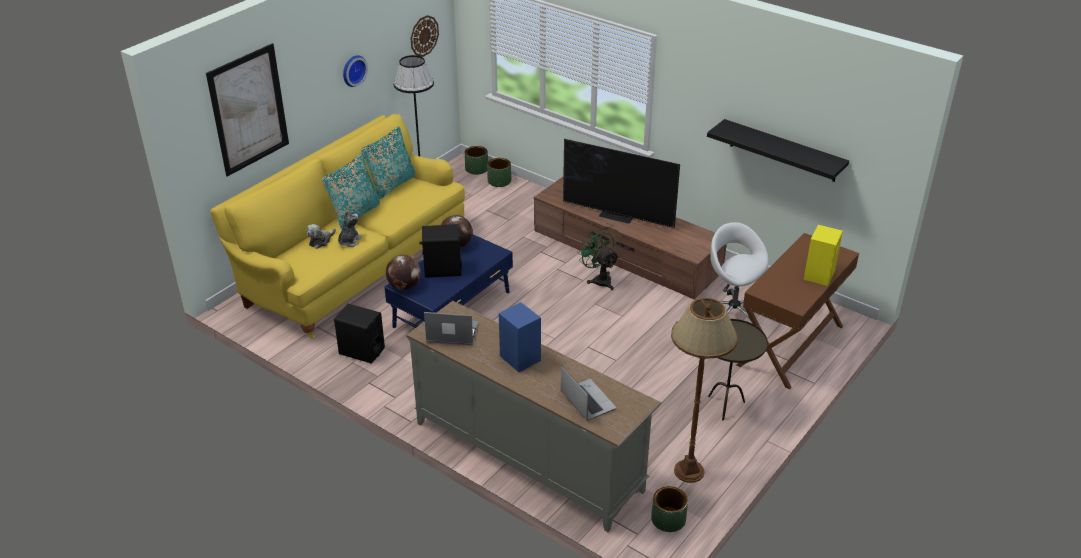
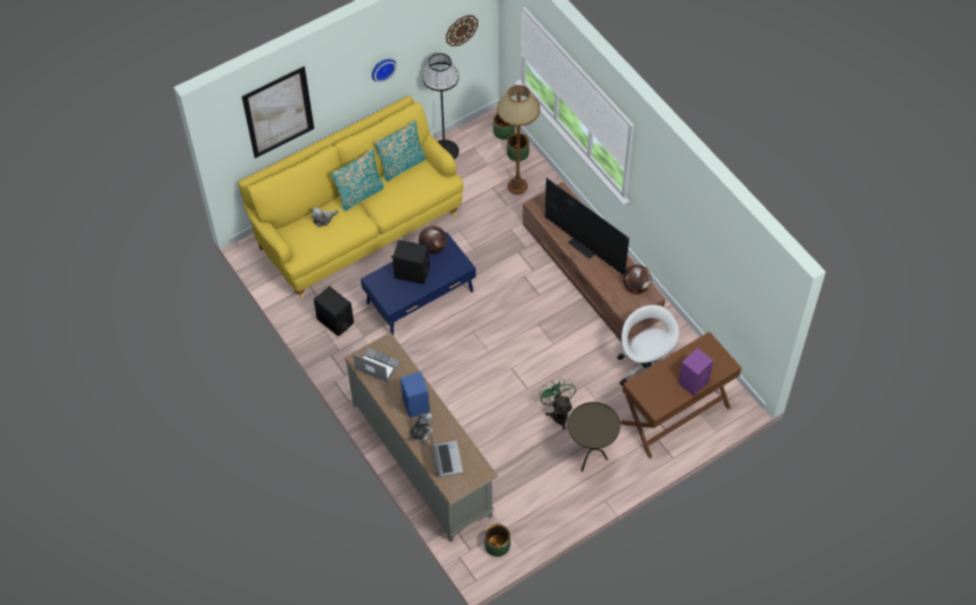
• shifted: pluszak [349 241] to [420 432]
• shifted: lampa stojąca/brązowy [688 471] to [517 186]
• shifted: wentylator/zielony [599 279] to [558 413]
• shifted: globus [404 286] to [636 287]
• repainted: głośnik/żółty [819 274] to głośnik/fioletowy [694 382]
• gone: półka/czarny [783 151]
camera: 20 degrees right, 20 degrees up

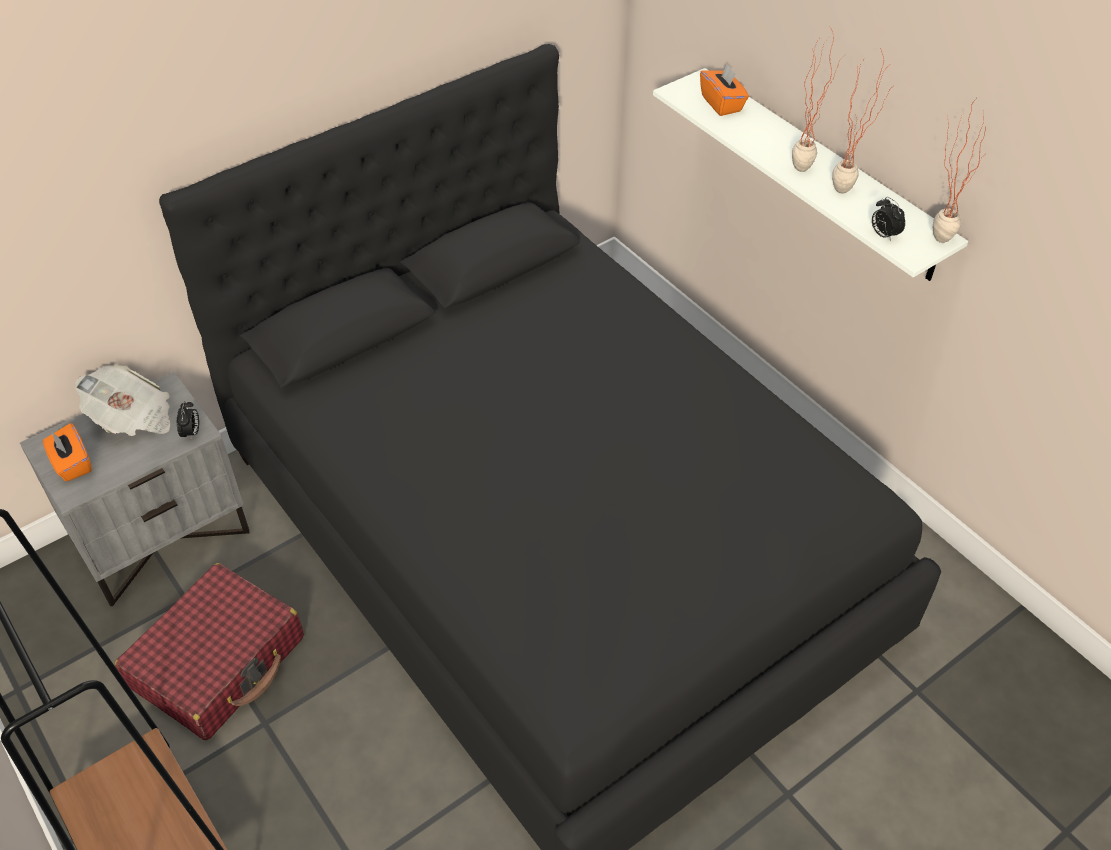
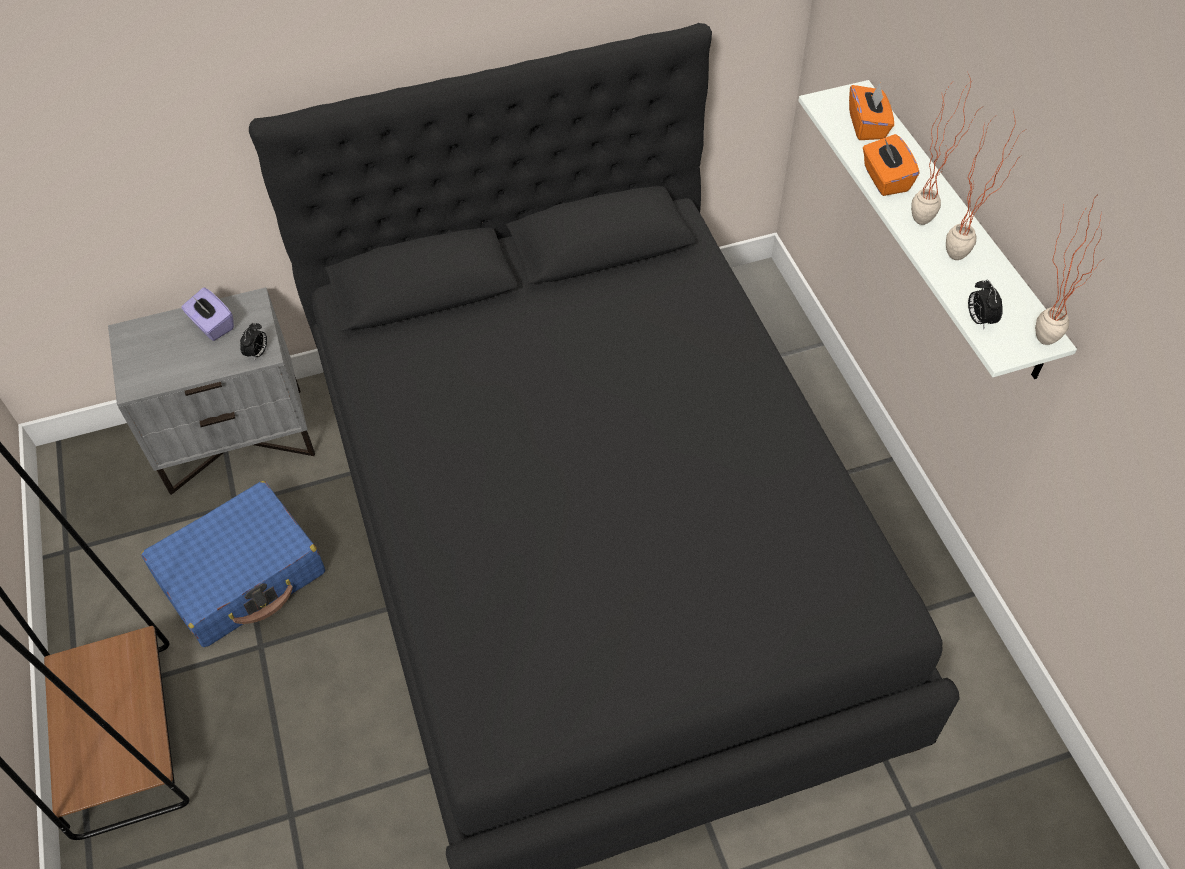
• repainted: walizka/czerwony [219 662] to walizka/niebieski [242 575]
• swapped: gazeta [132 418] to pudełko chusteczek/fioletowy [212 325]
• shifted: pudełko chusteczek/pomarańczowy [72 464] to [885 179]
camera: 20 degrees right, 5 degrees up

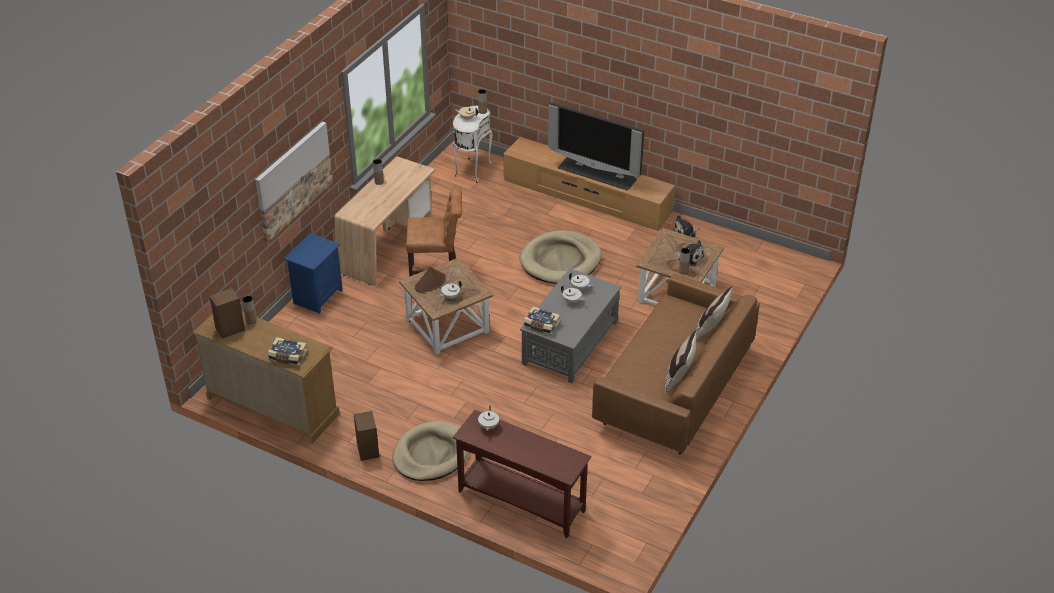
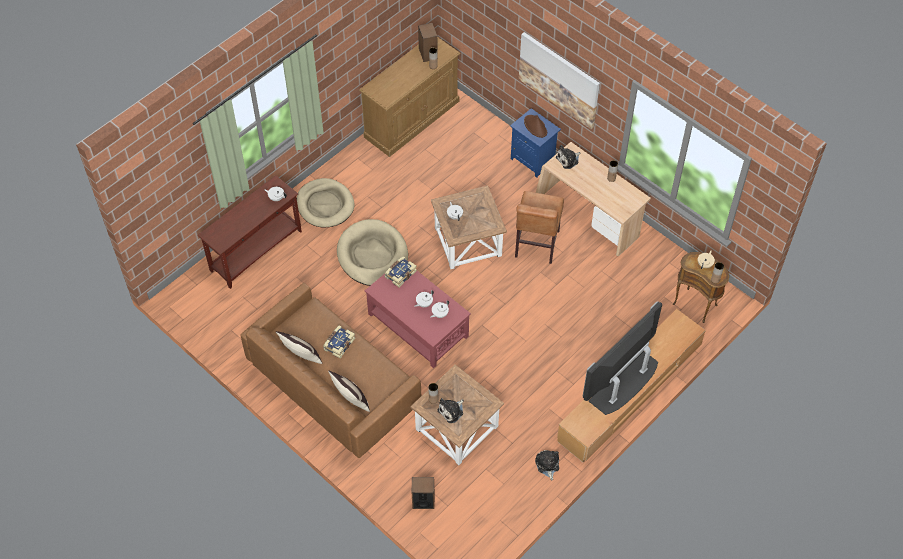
• shifted: książka [287 357] to [338 344]
• shifted: legowisko/beżowy [560 261] to [373 255]
• repainted: ława/szary [570 343] to ława/czerwony [418 324]
• shifted: głośnik [367 450] to [423 501]
• shifted: kapelusz/brązowy [430 283] to [535 126]
• new: pluszak [568 160]
• repainted: stolik/biały [472 170] to stolik/brązowy [696 304]
camera: 105 degrees right, 15 degrees up

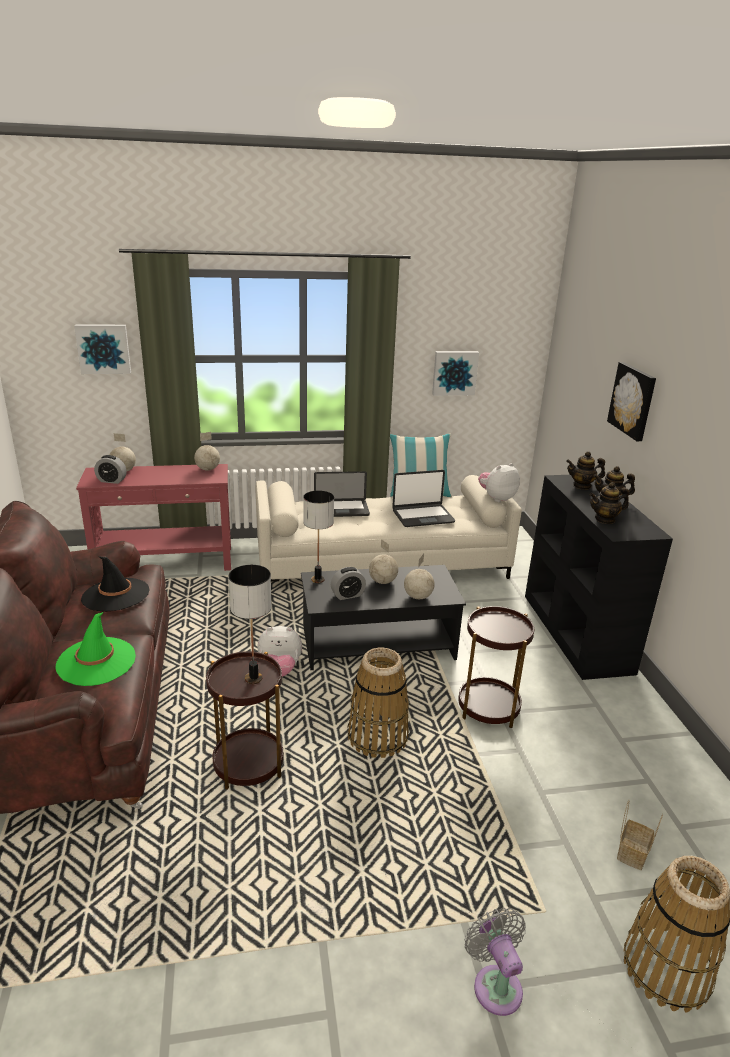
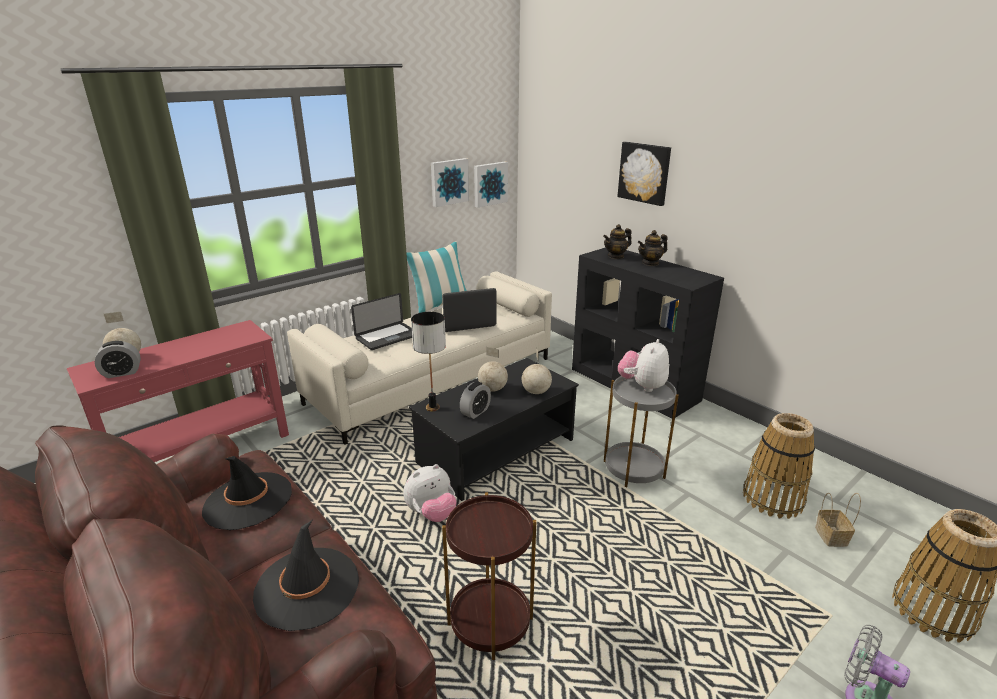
• repainted: kapelusz/zielony [96 661] to kapelusz/czarny [307 588]
• rotated: laptop [422 516] = [466 323] 150 degrees counterclockwise
• shifted: obraz [103 348] to [489 184]
• repainted: stolik/brązowy [488 707] to stolik/szary [634 469]
• shifted: pluszak [496 498] to [642 386]
• shifted: koszyk [378 737] to [773 499]
• gone: globus [207 469]
• gone: lampa stołowa [253 679]
• gone: imbryk [605 519]
camera: 30 degrees left, 0 degrees up

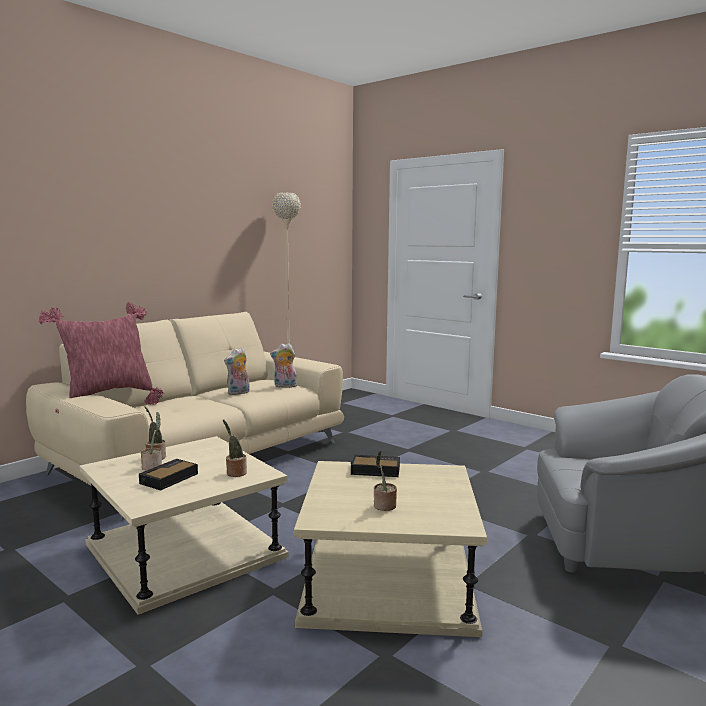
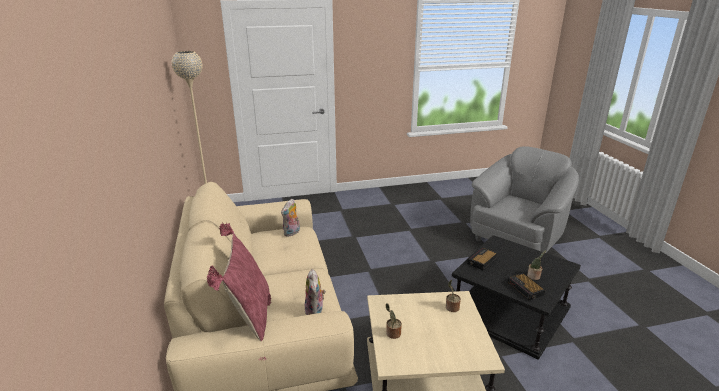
• shifted: pluszak [238 393] to [315 311]
• repainted: stolik/beżowy [388 581] to stolik/czarny [509 312]
• shifted: budzik [168 479] to [525 289]
• gone: roślina doniczkowa [153 466]
camera: 55 degrees left, 15 degrees up

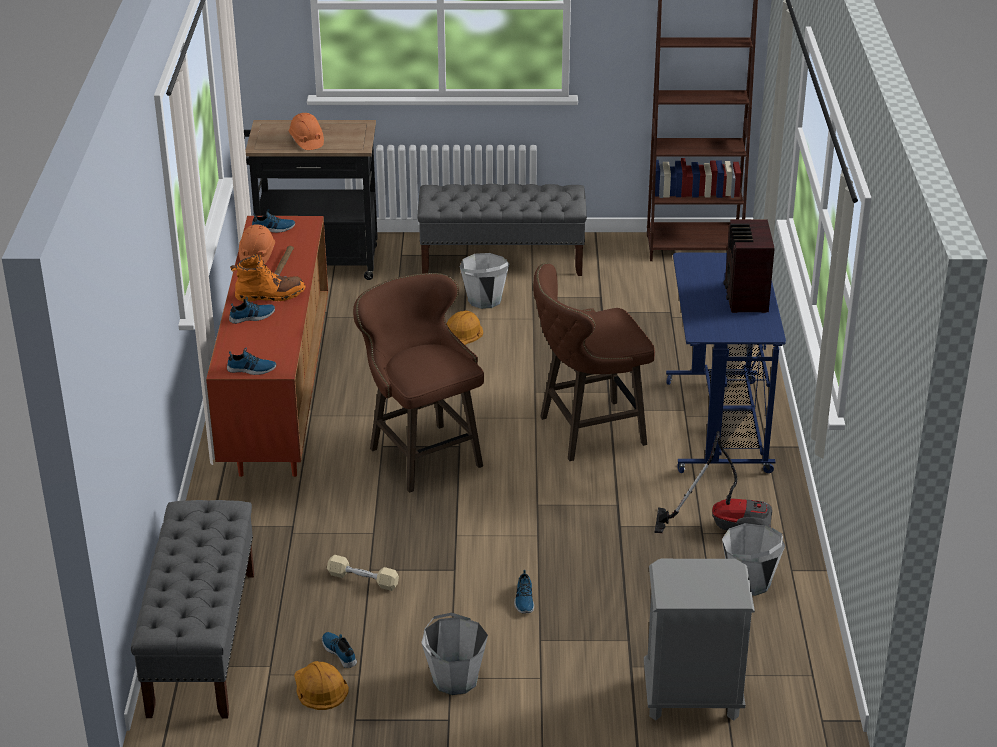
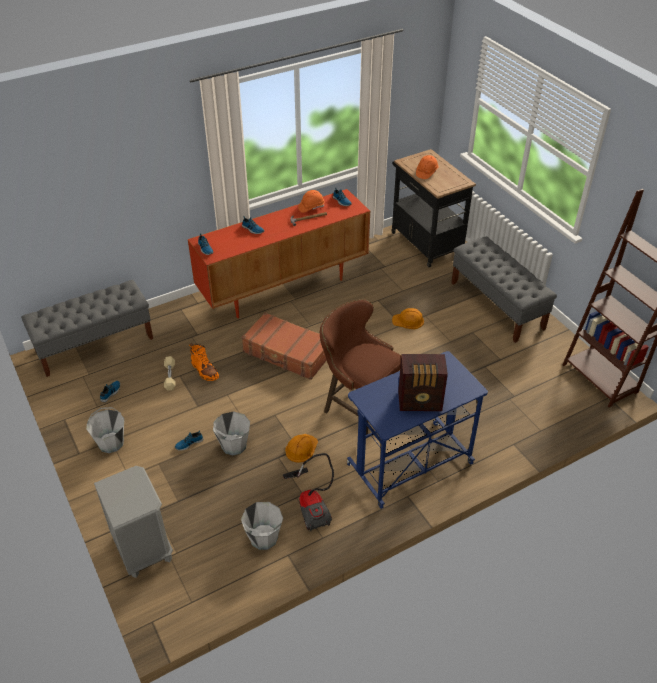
• shifted: but z cholewką/pomarańczowy [270 295] to [204 370]
• shifted: wiadro/szary [484 300] to [233 445]
• swapped: stołek/brązowy [423 454] to walizka/brązowy [287 353]
• shifted: kask/pomarańczowy [319 687] to [301 448]
• rotated: radio [745 298] = [421 402] 150 degrees counterclockwise
camera: 60 degrees right, 10 degrees up

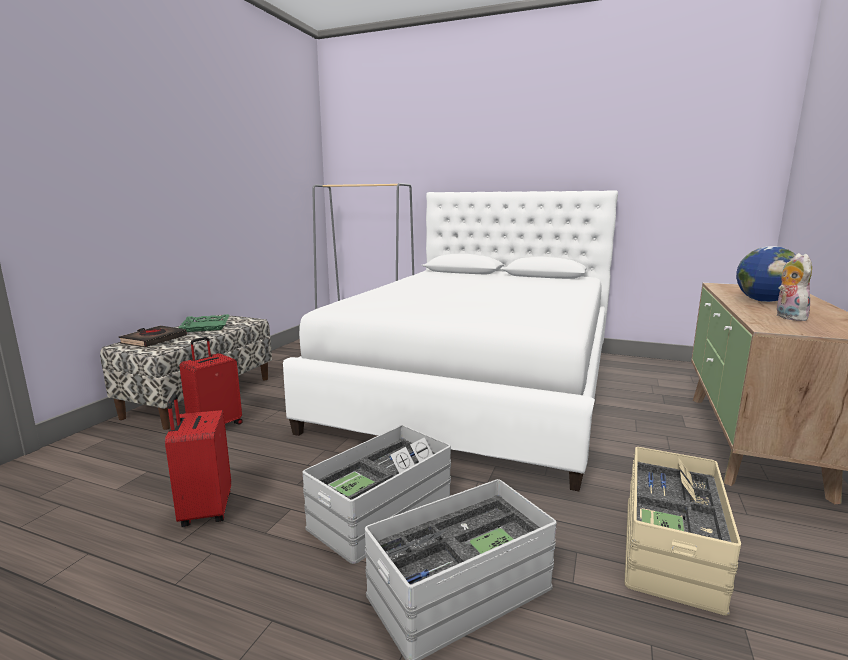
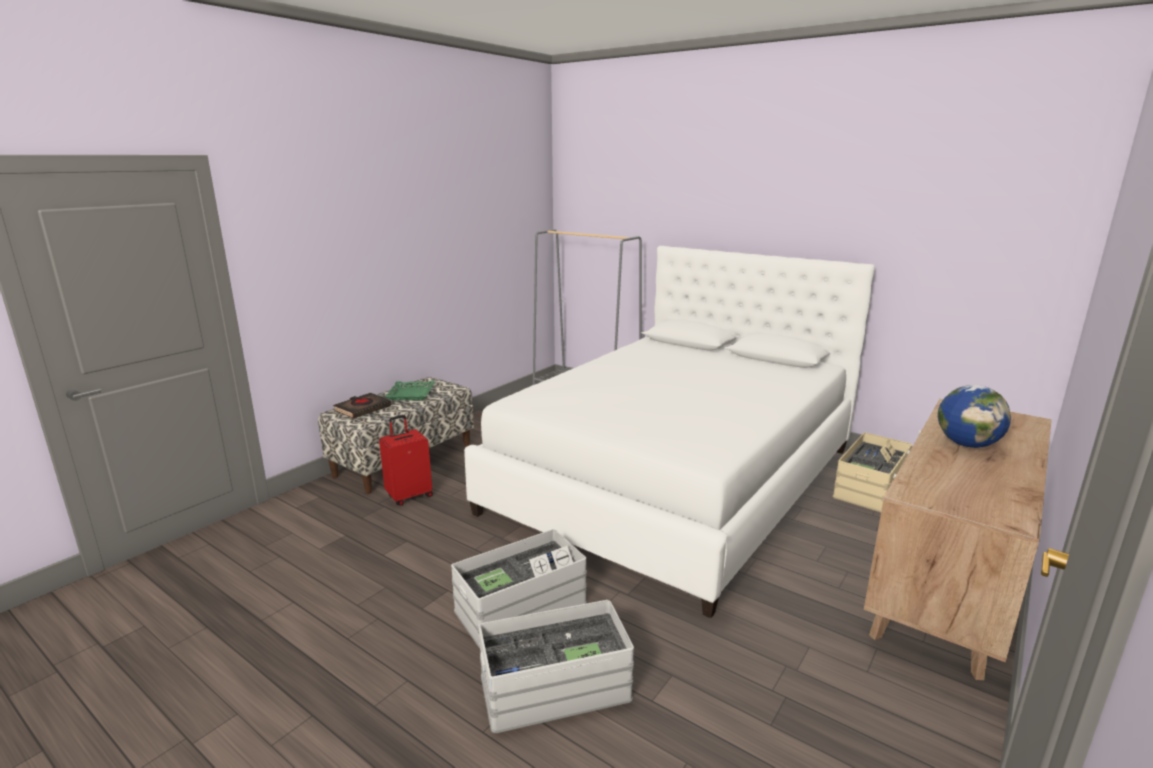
• shifted: pojemnik do przechowywania/beżowy [668 546] to [869 487]
• gone: walizka/czerwony [205 511]
• gone: pluszak [787 317]
camera: 15 degrees right, 5 degrees up

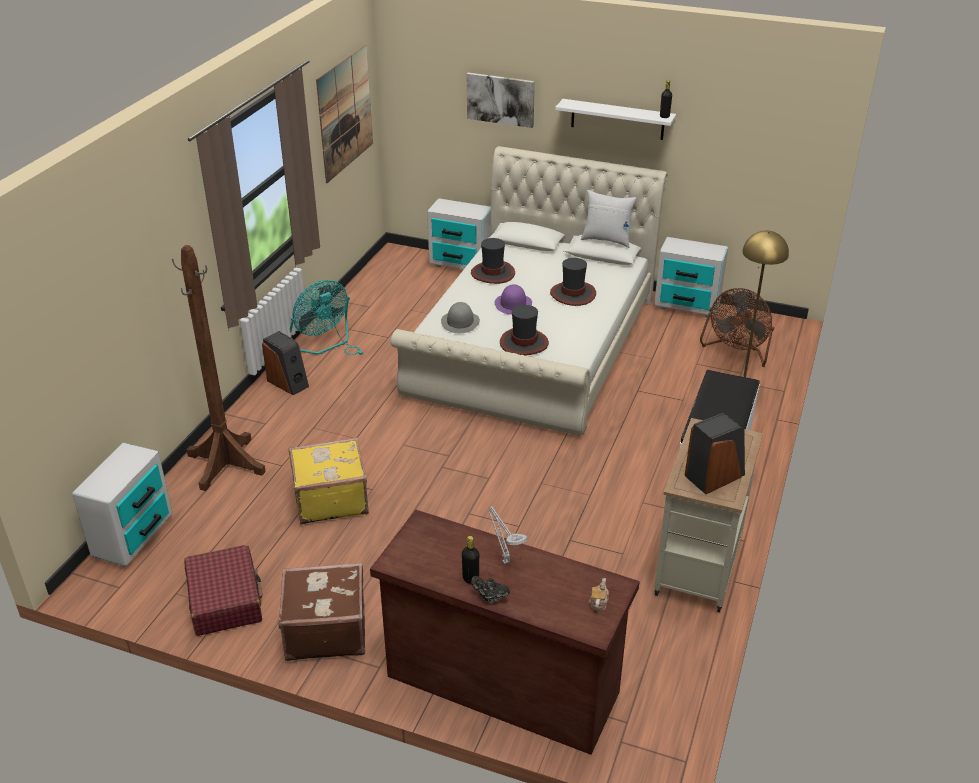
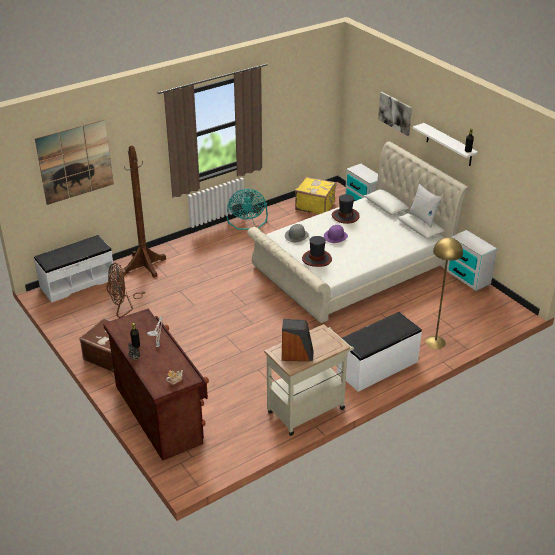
• swapped: szafka nocna/biały [135 539] to ławka/biały [77 283]
• shifted: obraz [345 113] to [75 162]
• shifted: wentylator/brązowy [736 349] to [123 303]
• shifted: walizka/żółty [330 499] to [315 206]
• gone: walizka/czerwony [225 599]
• gone: głośnik [288 383]
• gone: kapelusz [573 294]
camera: 35 degrees right, 0 degrees up

